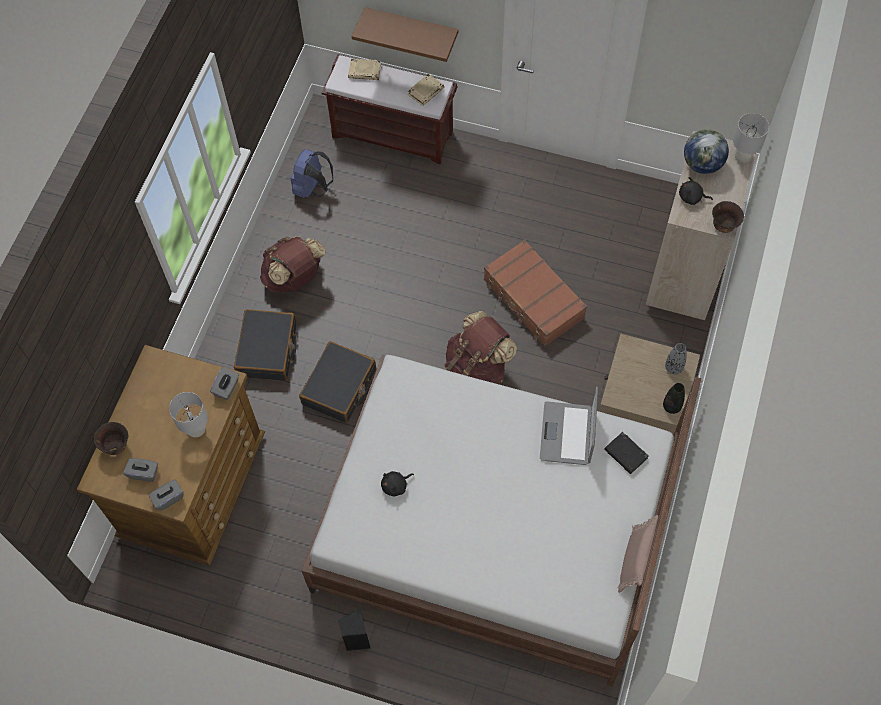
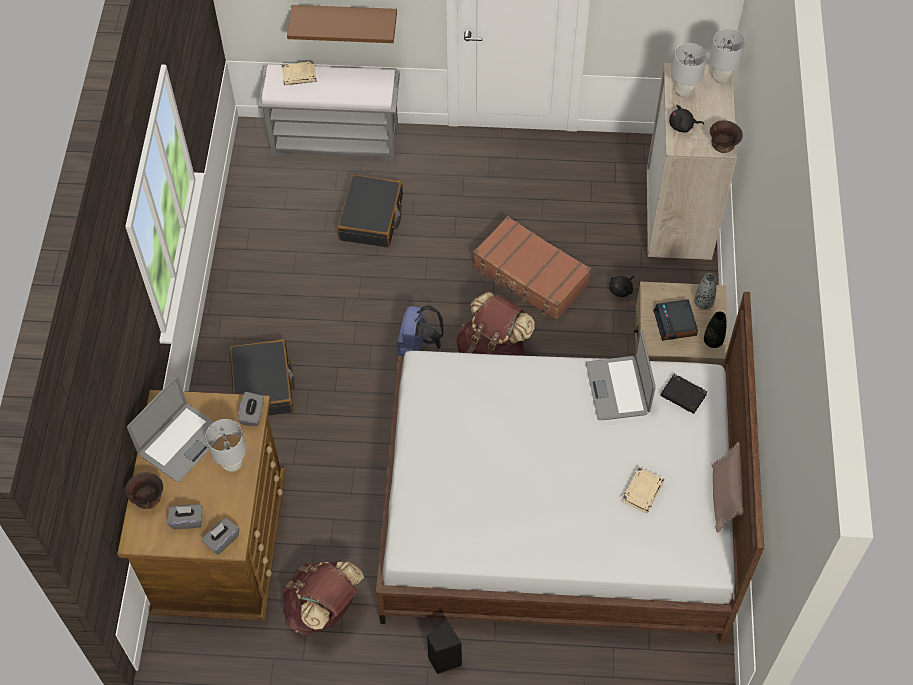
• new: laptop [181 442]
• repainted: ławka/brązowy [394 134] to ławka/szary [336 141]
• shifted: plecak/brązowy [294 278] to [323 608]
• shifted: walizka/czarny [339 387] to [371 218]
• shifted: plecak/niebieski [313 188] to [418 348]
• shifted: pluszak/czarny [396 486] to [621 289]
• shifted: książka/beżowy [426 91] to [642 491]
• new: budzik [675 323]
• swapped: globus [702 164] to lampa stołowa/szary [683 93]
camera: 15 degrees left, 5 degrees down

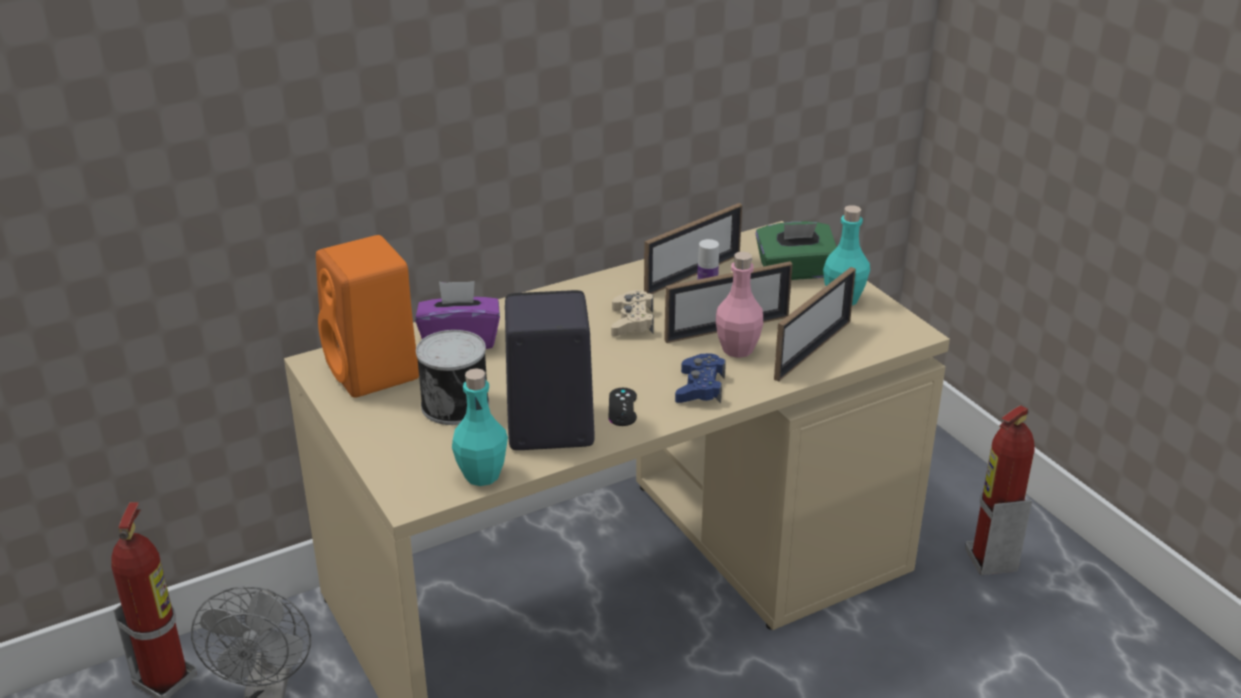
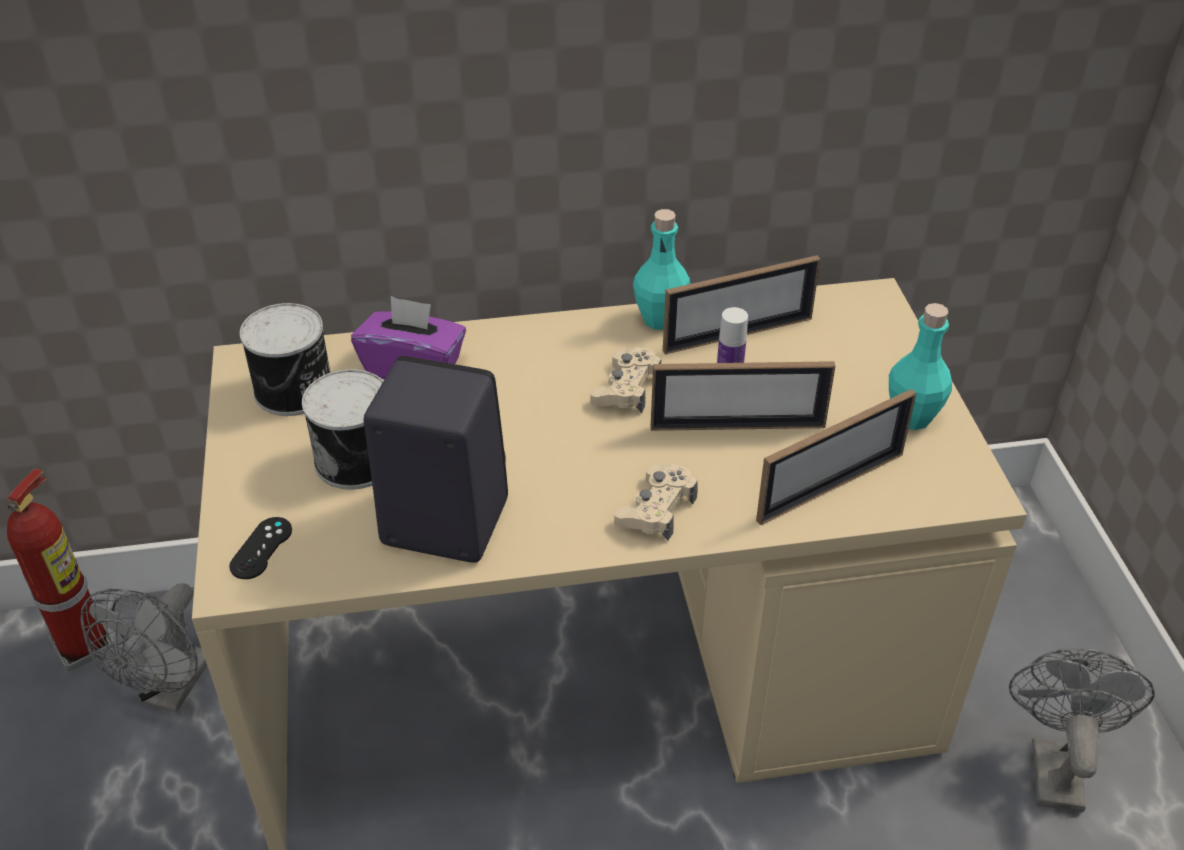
• shifted: pad do gier/czarny [622 407] to [261 548]
• swapped: głośnik/pomarańczowy [374 372] to puszka [295 390]
• repainted: pad do gier/niebieski [700 387] to pad do gier/beżowy [656 509]
• shifted: butelka/turkusowy [482 475] to [660 319]
• swapped: gaśnica [990 560] to wentylator/szary [1053 764]
• gone: butelka/różowy [737 349]
• gone: pudełko chusteczek/zielony [795 272]
camera: 20 degrees right, 10 degrees up

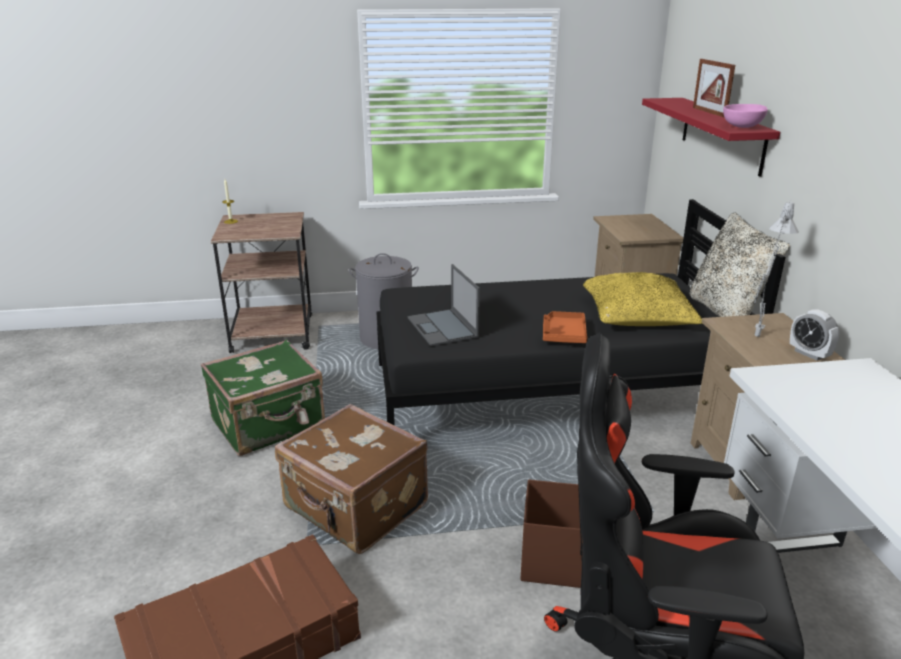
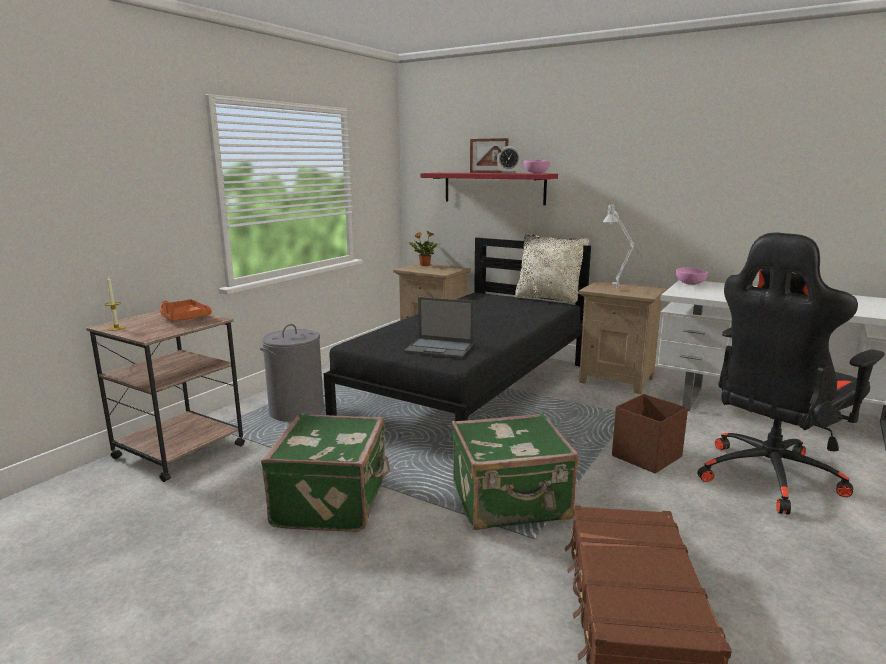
• shifted: taca/pomarańczowy [563 335] to [183 318]
• new: roślina doniczkowa [424 265]
• repainted: walizka/brązowy [355 508] to walizka/zielony [511 502]
• shifted: budzik [809 354] to [508 173]
• new: miska/różowy [690 284]
• gone: poduszka/żółty [638 315]
camera: 50 degrees left, 10 degrees down

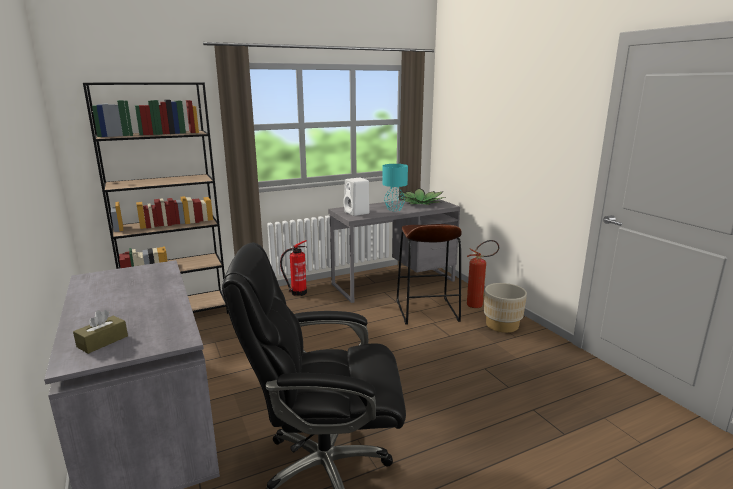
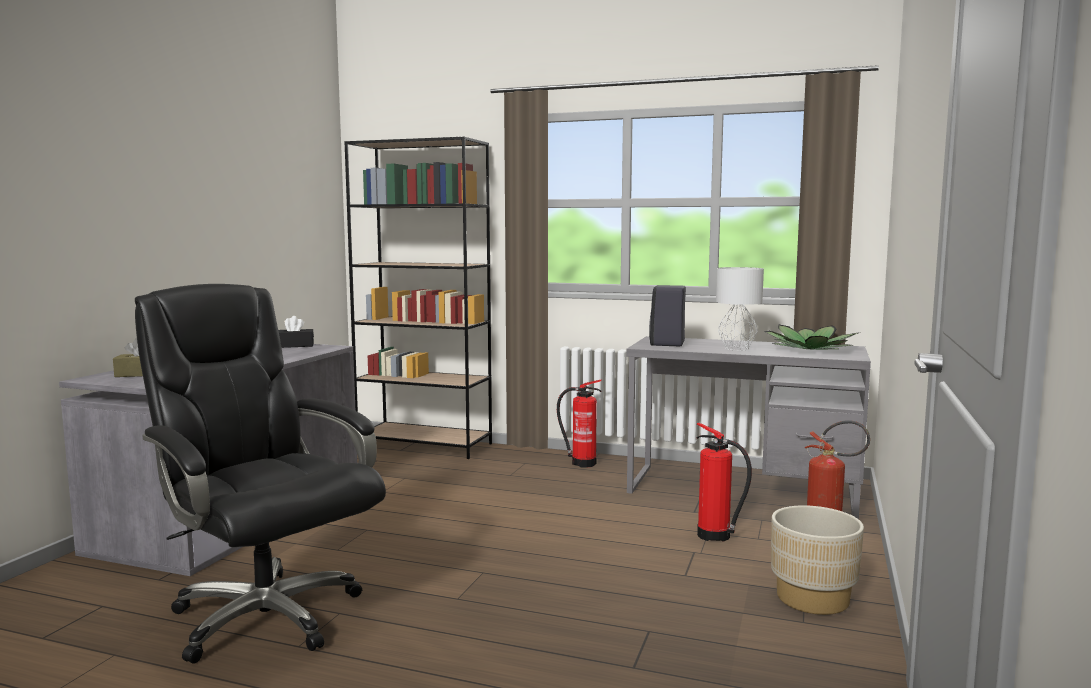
• new: pudełko chusteczek/czarny [295 345]
• repainted: głośnik/biały [357 213] to głośnik/czarny [667 344]
• swapped: stołek/brązowy [426 311] to gaśnica [716 536]
• repainted: lampa stołowa/turkusowy [394 209] to lampa stołowa/szary [736 348]
camera: 45 degrees right, 10 degrees down

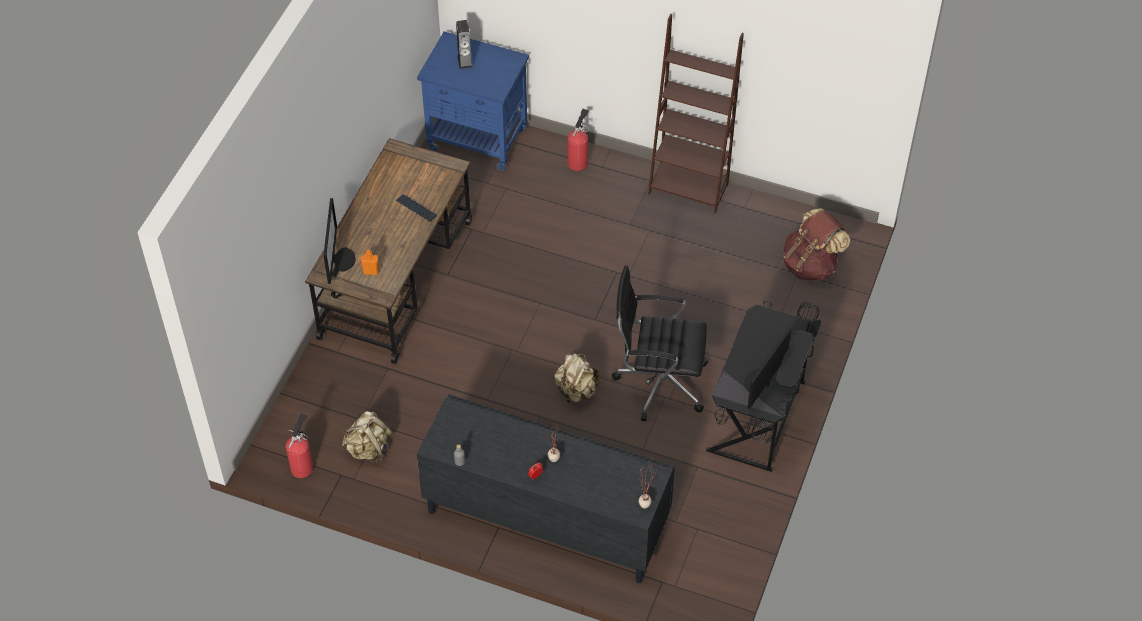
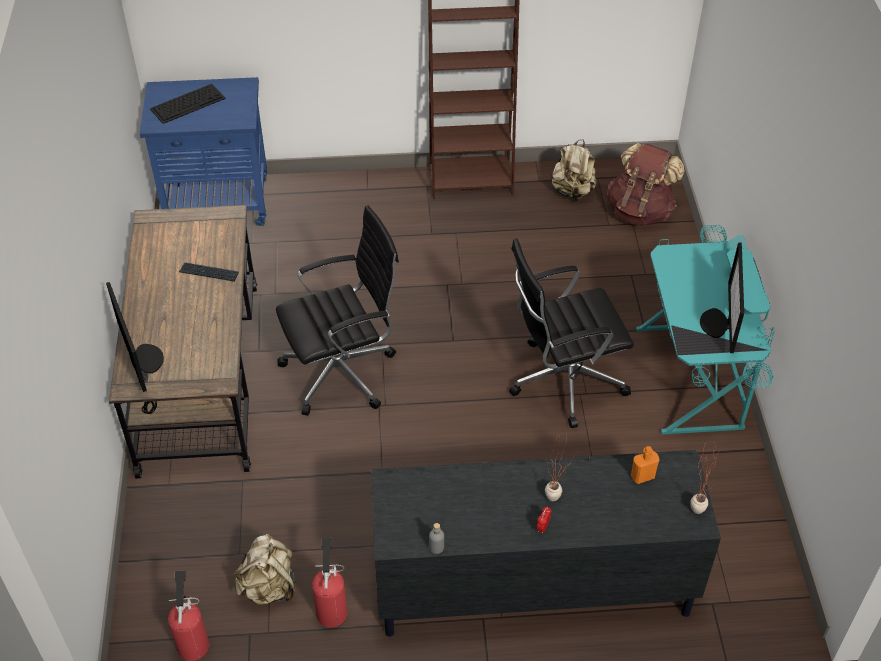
• swapped: głośnik [464 61] to klawiatura [188 103]
• new: krzesło biurowe/czarny [343 372]
• shifted: gaśnica [578 161] to [332 610]
• shifted: plecak/beżowy [576 391] to [572 191]
• shifted: butelka/pomarańczowy [371 271] to [642 476]
• repainted: biurko/czarny [760 417] to biurko/turkusowy [693 377]
camera: 25 degrees left, 5 degrees down

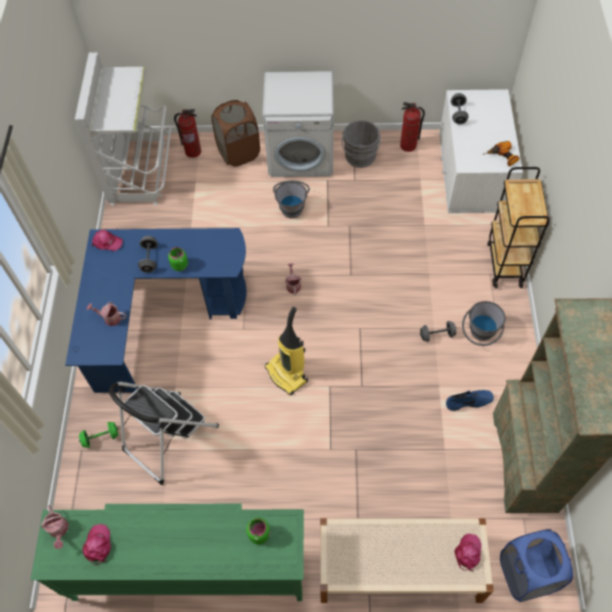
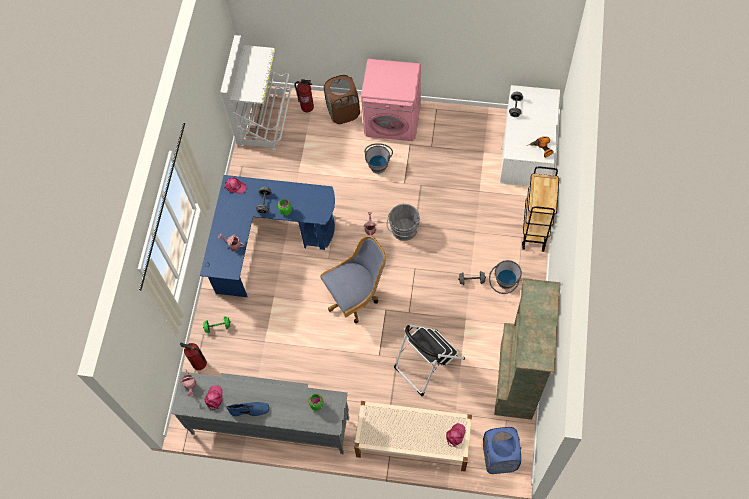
• repainted: szafka/zielony [190 571] to szafka/szary [271 425]
• shifted: gaśnica [408 146] to [199 363]
• shifted: but z cholewką/niebieski [469 401] to [250 410]
• swapped: odkurzacz [287 374] to krzesło biurowe/niebieski [356 296]
• repainted: pralka/biały [301 155] to pralka/różowy [392 120]
• shifted: wiadro/szary [360 158] to [404 231]
• shifted: drabinka [168 439] to [427 363]
camera: 10 degrees right, 5 degrees up

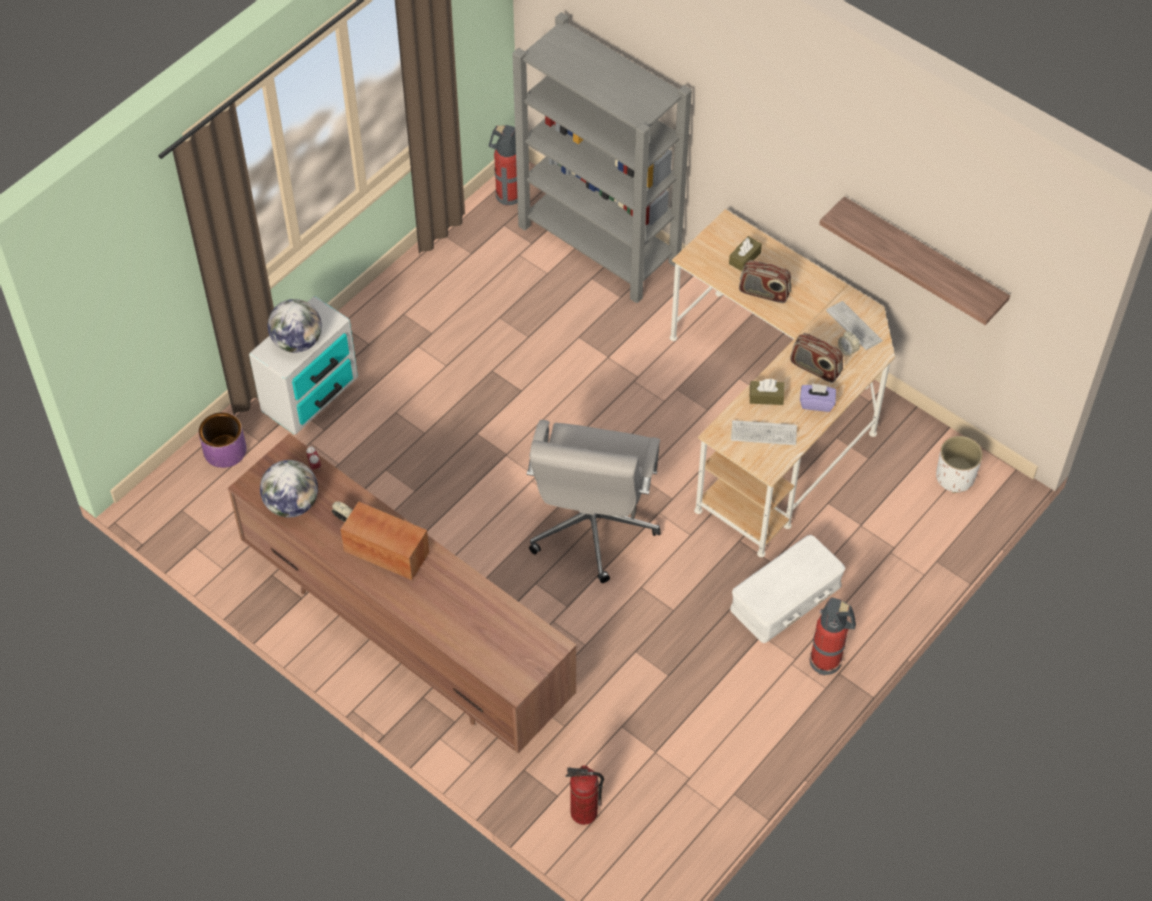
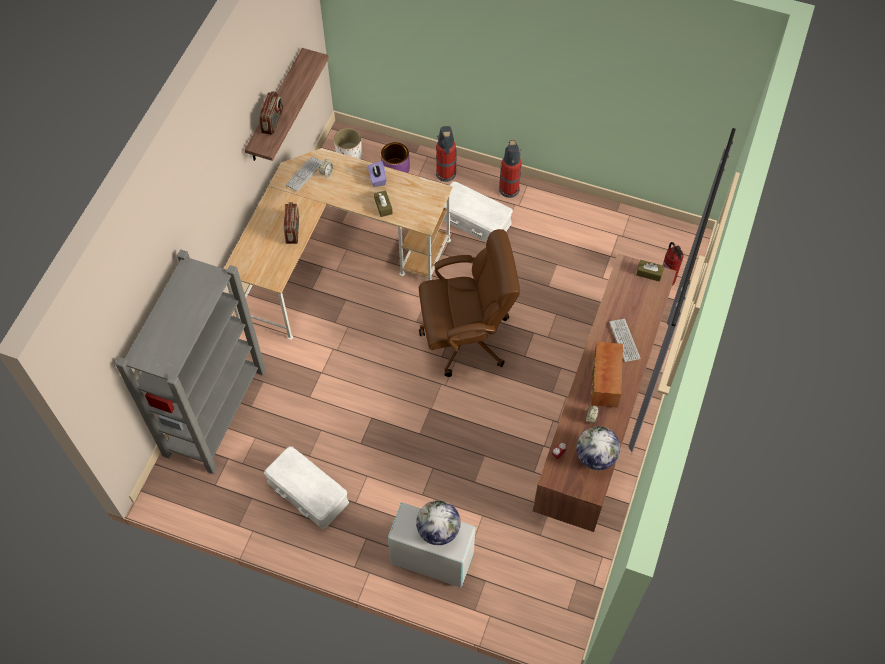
• shifted: radio [815 368] to [273 121]
• new: pojemnik do przechowywania/biały [307 492]
• shifted: donica/fioletowy [225 451] to [395 168]
• repainted: krzesło biurowe/szary [592 524] to krzesło biurowe/brązowy [465 338]
• shifted: gaśnica [507 194] to [446 174]
• shifted: klawiatura [763 433] to [624 340]
• shifted: pudełko chusteczek/brązowy [744 258] to [649 273]
camera: 110 degrees left, 5 degrees up

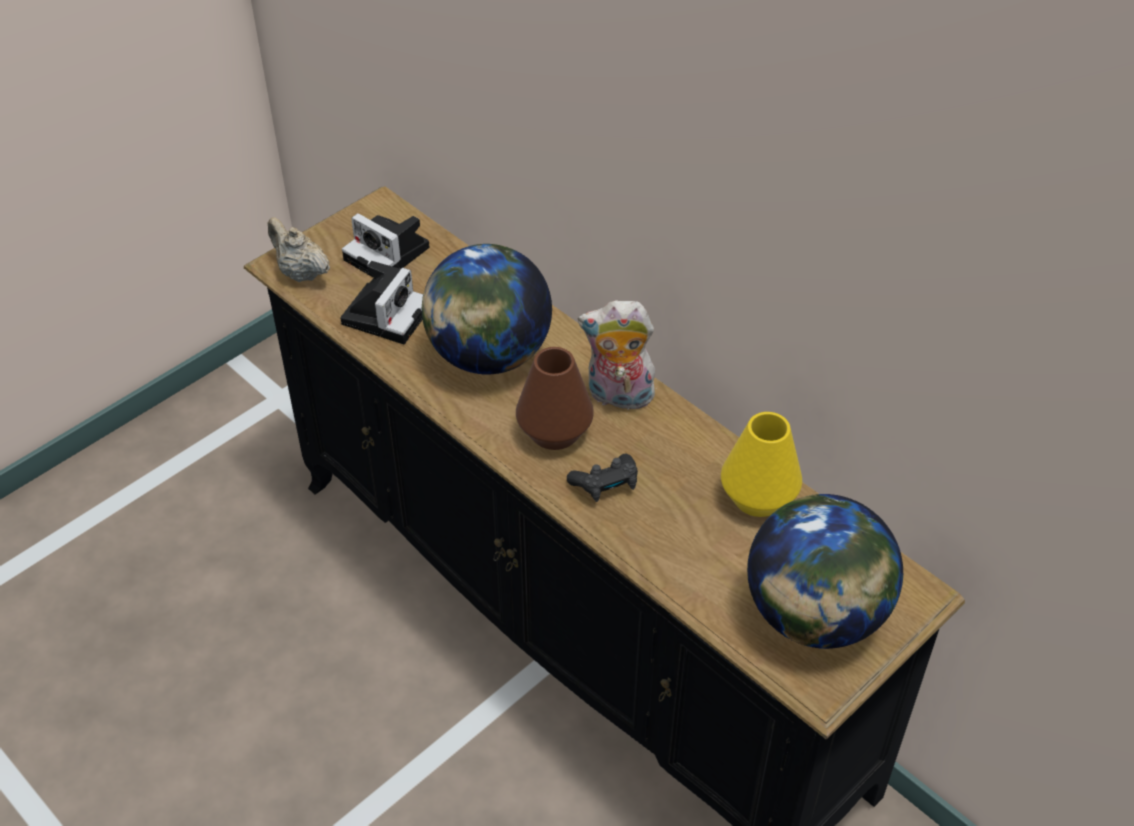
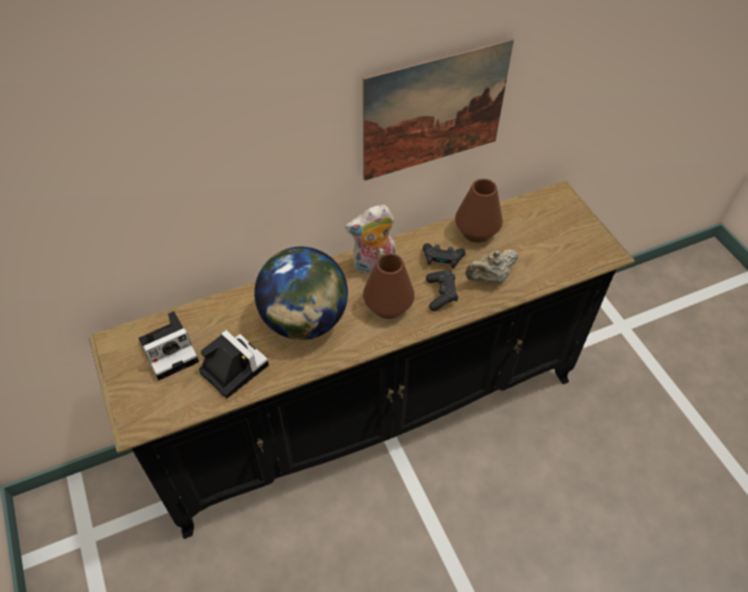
• rotated: pluszak [618 397] = [373 267] 45 degrees clockwise
• new: obraz [434 110]
• new: pad do gier/czarny [442 260]
• repainted: wazon/żółty [758 497] to wazon/brązowy [476 231]
• shifted: imbryk/beżowy [301 272] to [489 278]
• gone: globus [815 615]
camera: 70 degrees left, 5 degrees up

